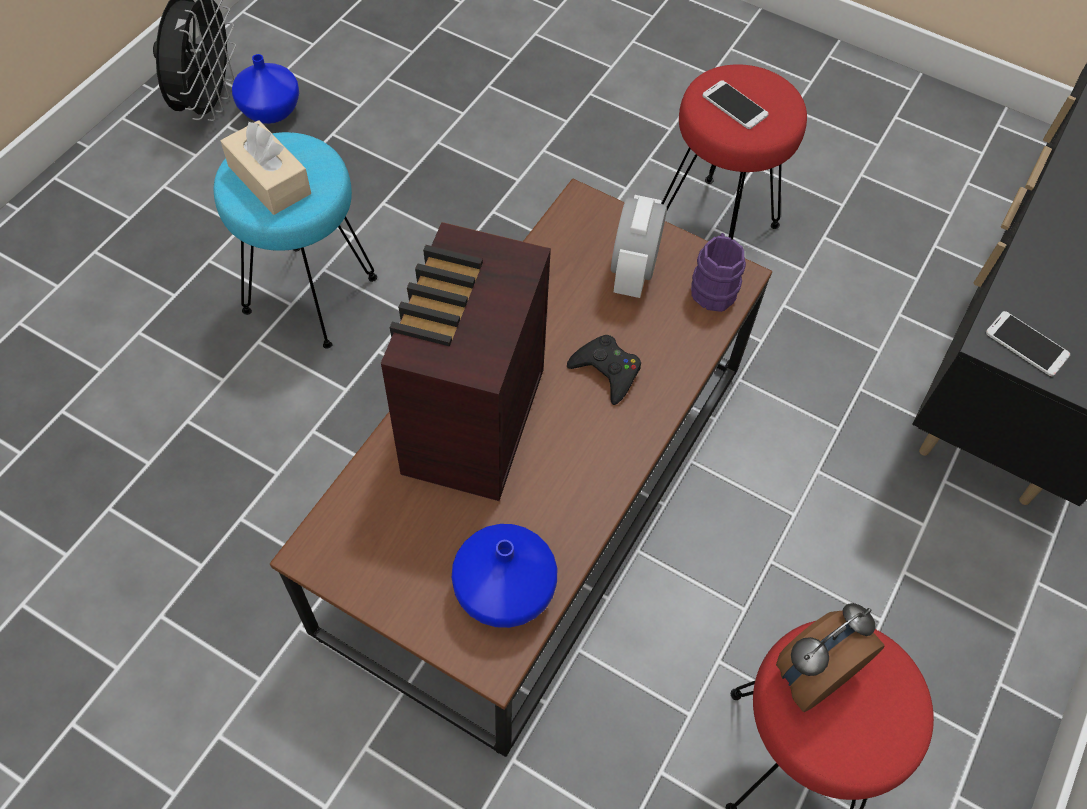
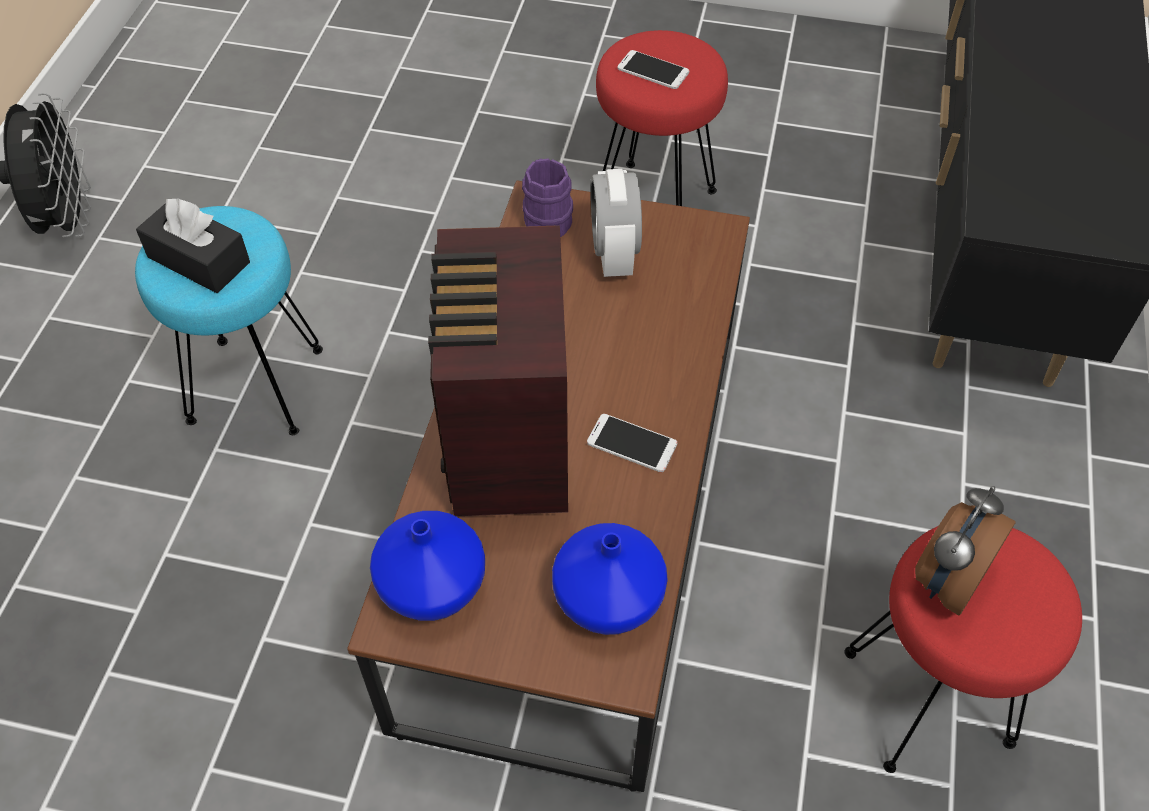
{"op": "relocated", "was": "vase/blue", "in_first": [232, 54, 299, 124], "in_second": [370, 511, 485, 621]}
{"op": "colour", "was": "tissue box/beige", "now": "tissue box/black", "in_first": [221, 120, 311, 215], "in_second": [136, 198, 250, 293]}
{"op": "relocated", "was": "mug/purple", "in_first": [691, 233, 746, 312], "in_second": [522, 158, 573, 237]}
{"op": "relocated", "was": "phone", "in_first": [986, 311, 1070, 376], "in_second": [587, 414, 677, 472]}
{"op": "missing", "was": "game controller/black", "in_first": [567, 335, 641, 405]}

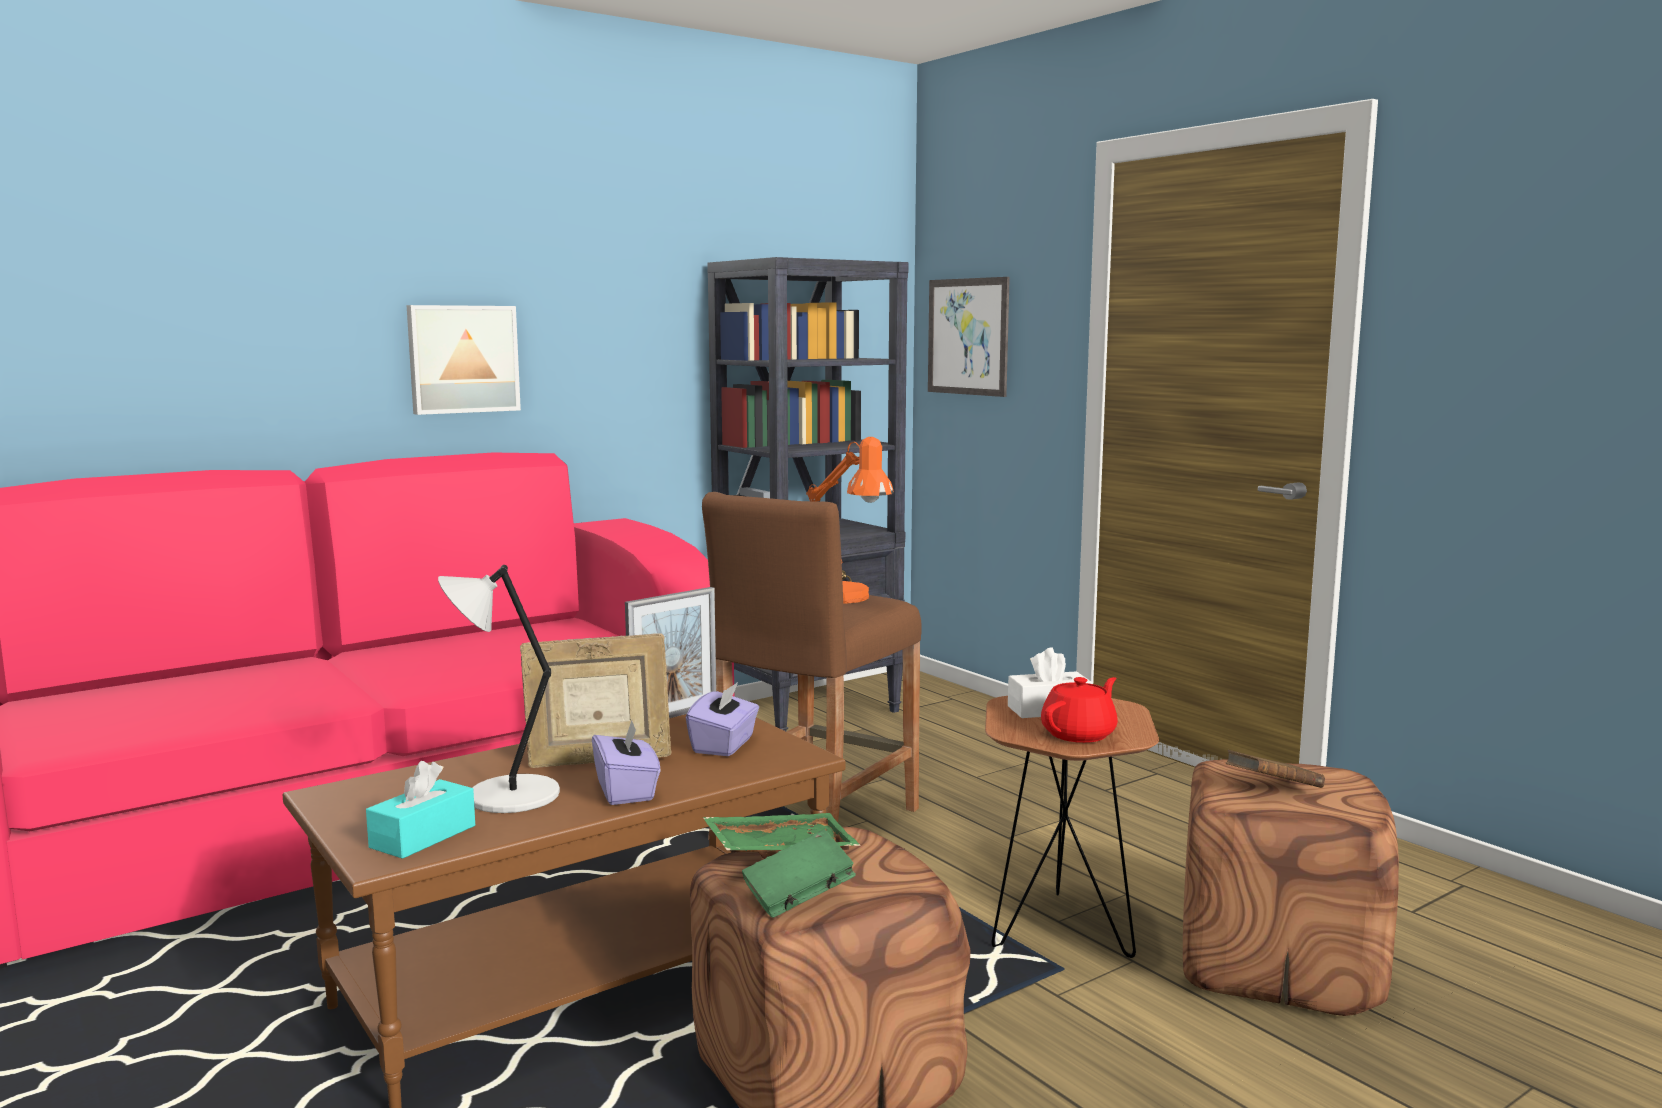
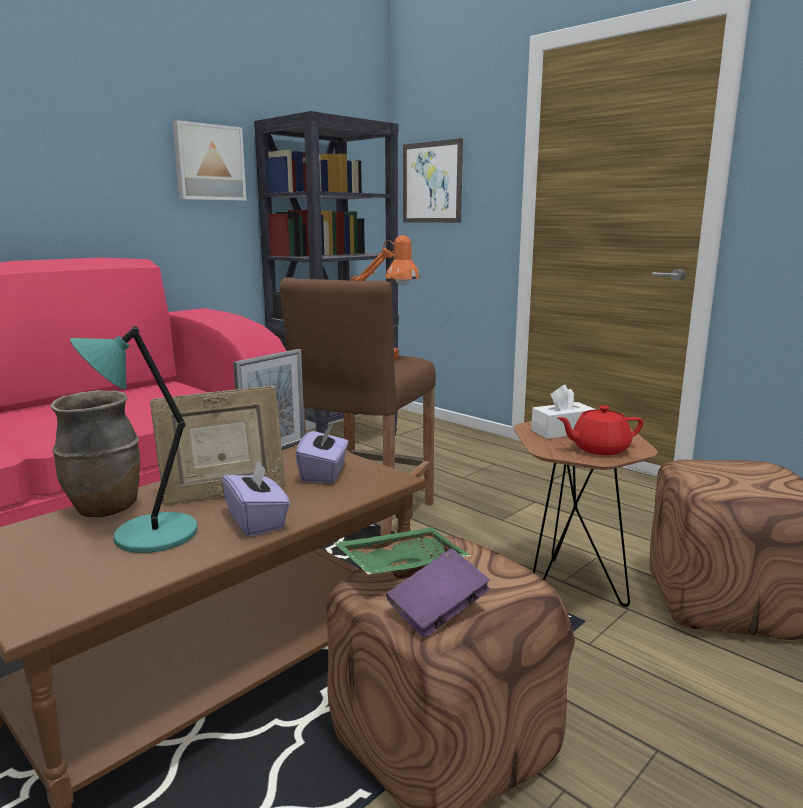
{"op": "relocated", "was": "picture", "in_first": [407, 305, 521, 415], "in_second": [172, 120, 246, 201]}
{"op": "colour", "was": "table lamp/grey", "now": "table lamp/turquoise", "in_first": [438, 565, 560, 813], "in_second": [70, 326, 198, 553]}
{"op": "spun", "was": "teapot/red", "in_first": [1041, 677, 1118, 743], "in_second": [558, 405, 643, 455], "clockwise": -135}
{"op": "missing", "was": "book/brown", "in_first": [1225, 750, 1325, 788]}
{"op": "missing", "was": "tissue box/turquoise", "in_first": [366, 761, 475, 859]}
{"op": "colour", "was": "book/green", "now": "book/purple", "in_first": [742, 830, 856, 918], "in_second": [386, 549, 490, 637]}
{"op": "appeared", "now": "vase/brown", "in_second": [50, 390, 140, 517]}

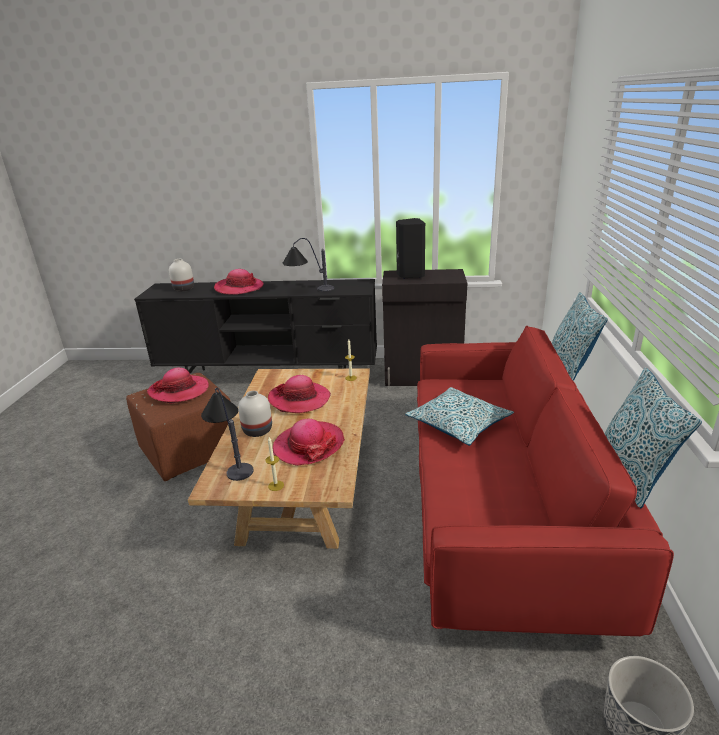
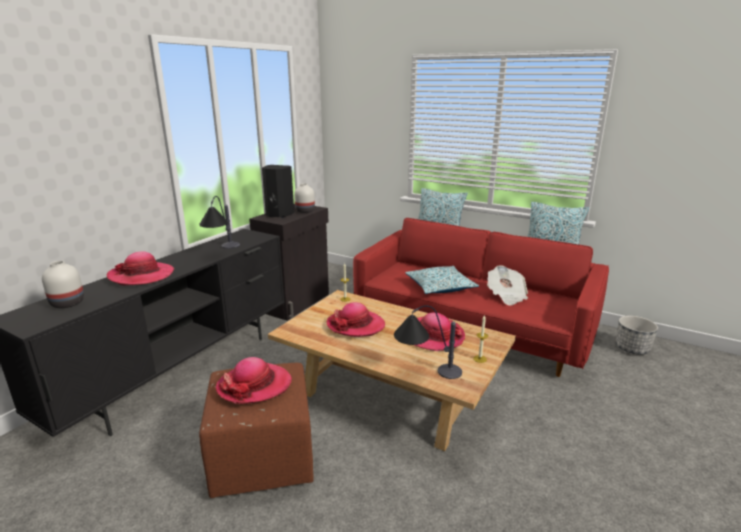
{"op": "relocated", "was": "vase/white", "in_first": [238, 391, 272, 437], "in_second": [294, 183, 315, 213]}
{"op": "appeared", "now": "newspaper", "in_second": [487, 266, 528, 306]}

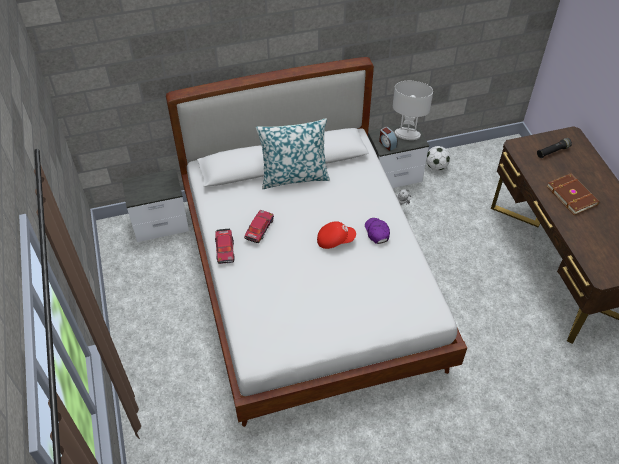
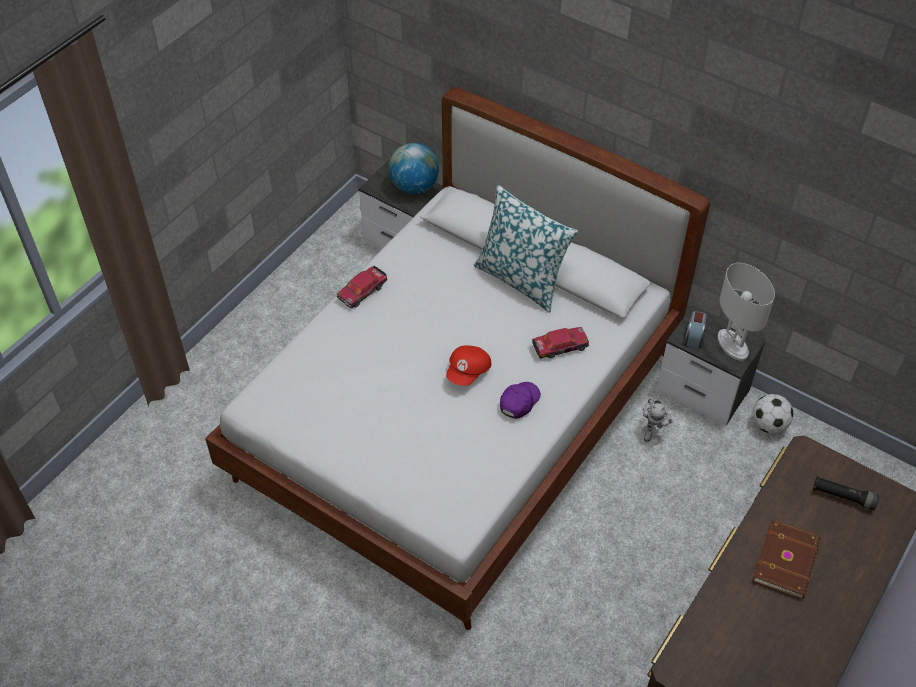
{"op": "relocated", "was": "toy car", "in_first": [244, 210, 274, 243], "in_second": [532, 327, 589, 358]}
{"op": "spun", "was": "cap/red", "in_first": [317, 221, 356, 249], "in_second": [446, 345, 491, 386], "clockwise": 75}
{"op": "appeared", "now": "globe", "in_second": [389, 143, 439, 194]}

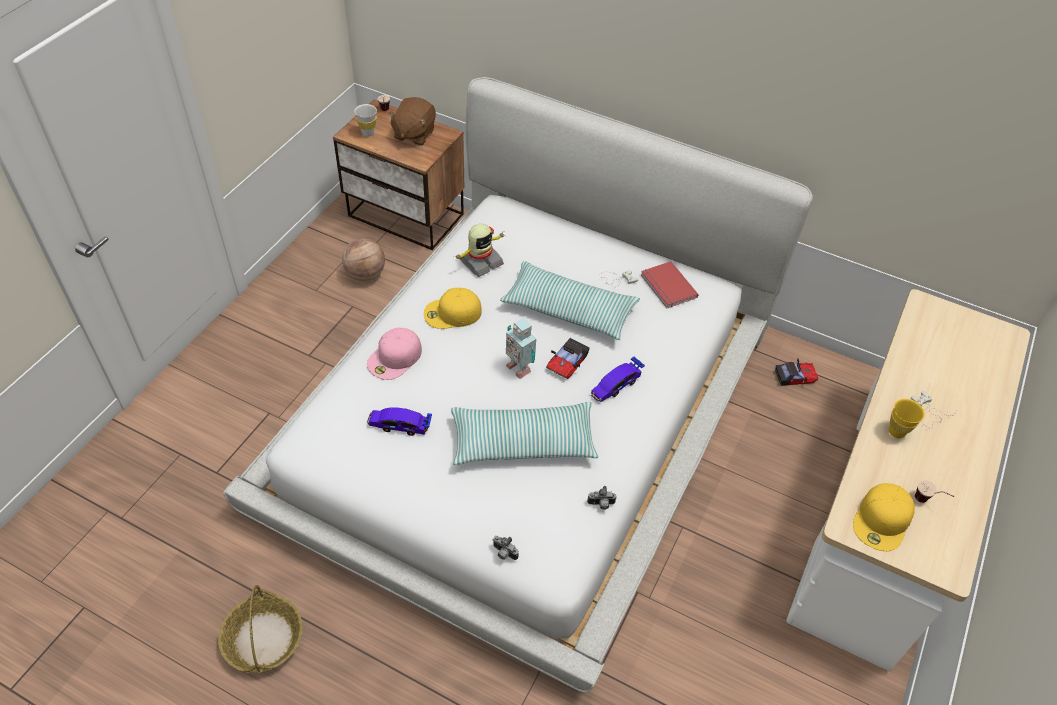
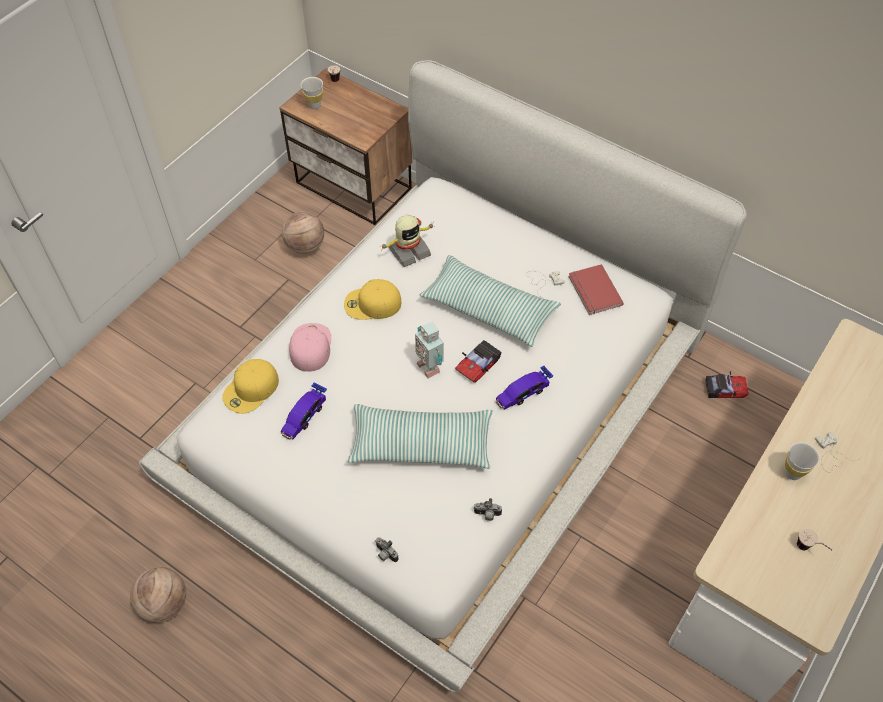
{"op": "missing", "was": "plush toy/brown", "in_first": [388, 97, 436, 145]}
{"op": "spun", "was": "cap/pink", "in_first": [367, 328, 422, 380], "in_second": [289, 323, 331, 372], "clockwise": 135}
{"op": "colour", "was": "cup/yellow", "now": "cup/white", "in_first": [889, 399, 925, 438], "in_second": [785, 442, 820, 480]}
{"op": "spun", "was": "toy car", "in_first": [367, 407, 432, 436], "in_second": [281, 383, 327, 439], "clockwise": -75}
{"op": "relocated", "was": "cap/yellow", "in_first": [853, 483, 915, 551], "in_second": [222, 359, 279, 414]}
{"op": "exchanged", "was": "basket", "now": "basketball", "in_first": [218, 585, 303, 673], "in_second": [130, 567, 186, 623]}

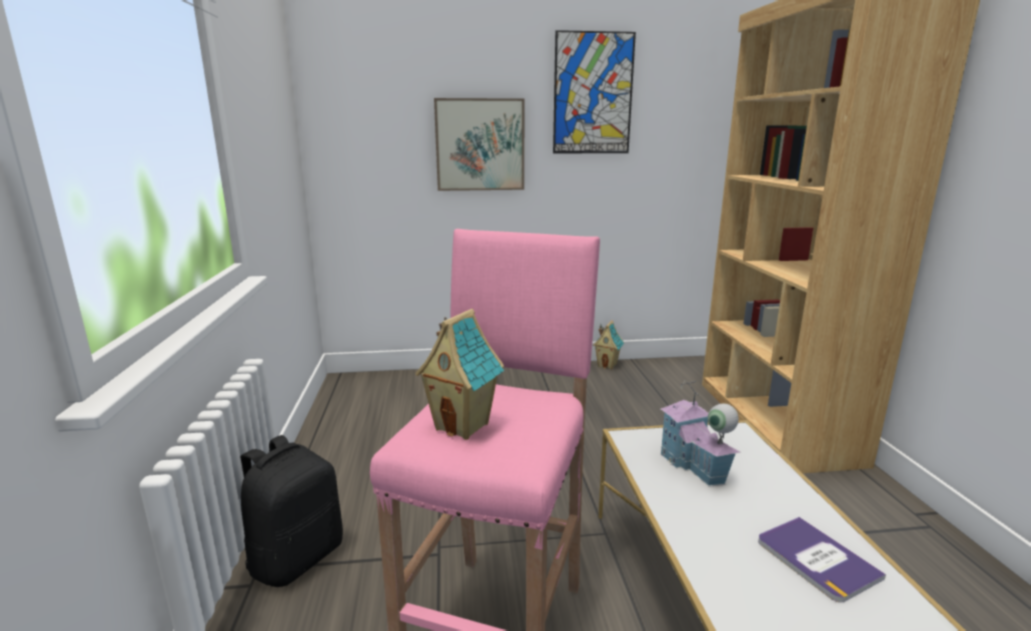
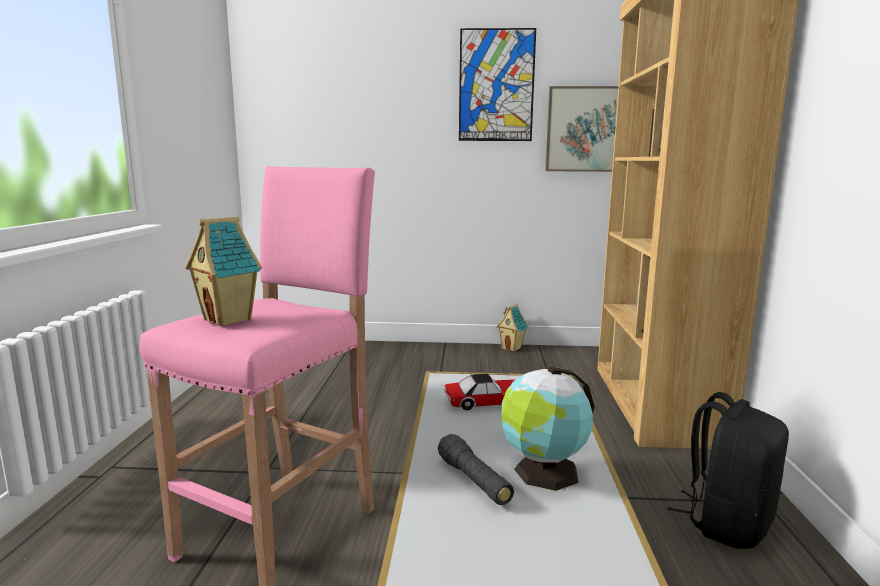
{"op": "relocated", "was": "picture", "in_first": [434, 98, 525, 191], "in_second": [545, 86, 618, 172]}
{"op": "exchanged", "was": "toy house", "now": "toy car", "in_first": [661, 380, 740, 487], "in_second": [444, 374, 516, 410]}
{"op": "relocated", "was": "backpack/black", "in_first": [240, 435, 343, 587], "in_second": [667, 392, 789, 549]}
{"op": "exchanged", "was": "book", "now": "globe", "in_first": [758, 517, 886, 603], "in_second": [502, 367, 595, 491]}
{"op": "appeared", "now": "flashlight/black", "in_second": [438, 434, 514, 505]}

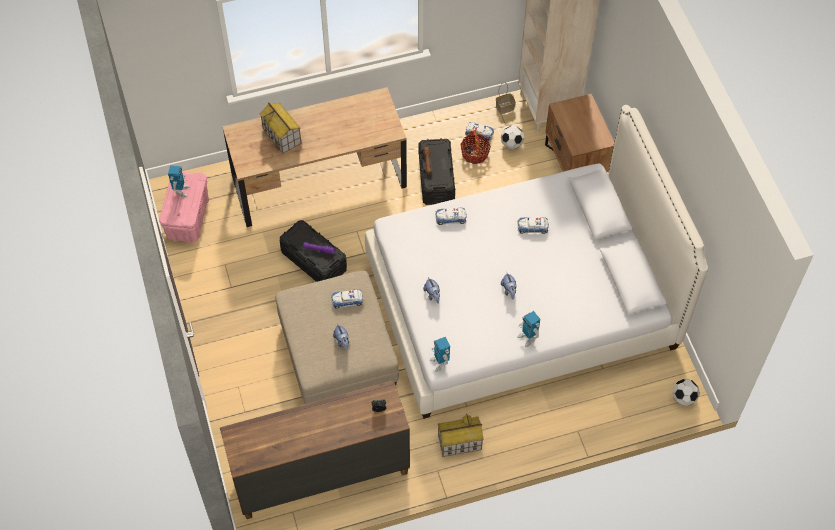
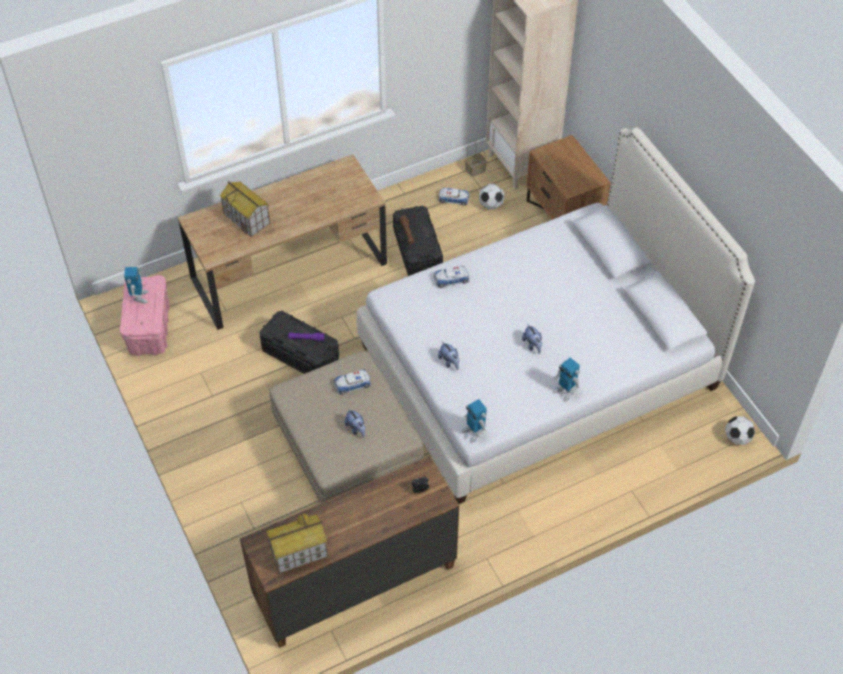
{"op": "missing", "was": "basket", "in_first": [460, 130, 491, 164]}
{"op": "missing", "was": "toy car", "in_first": [517, 217, 549, 234]}
{"op": "relocated", "was": "toy house", "in_first": [438, 414, 484, 457], "in_second": [266, 512, 328, 574]}

